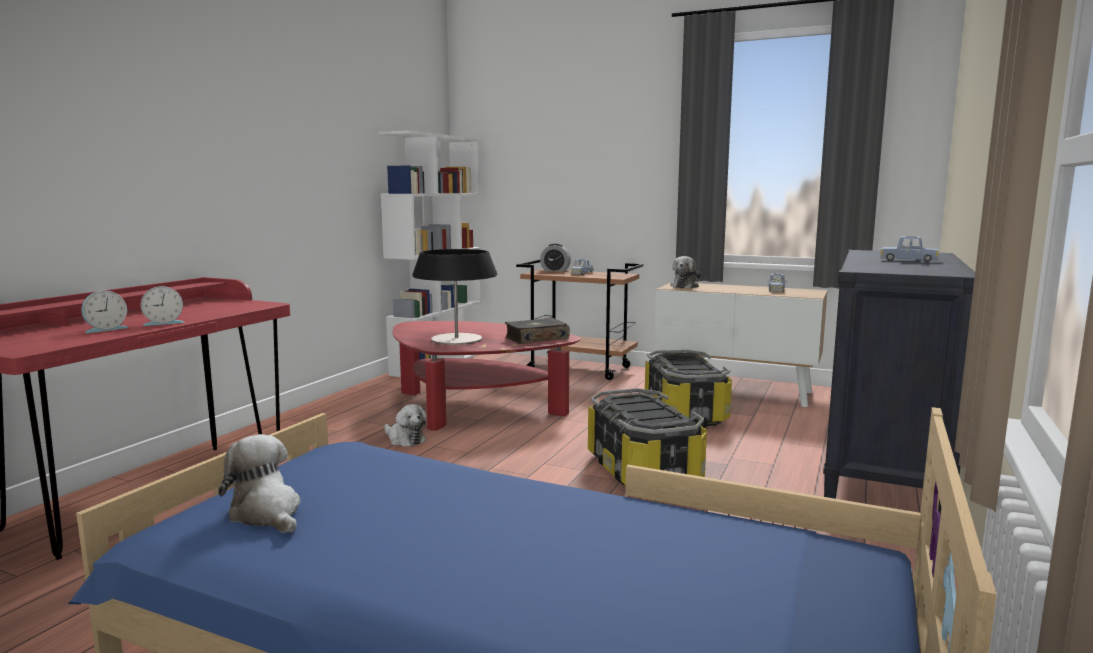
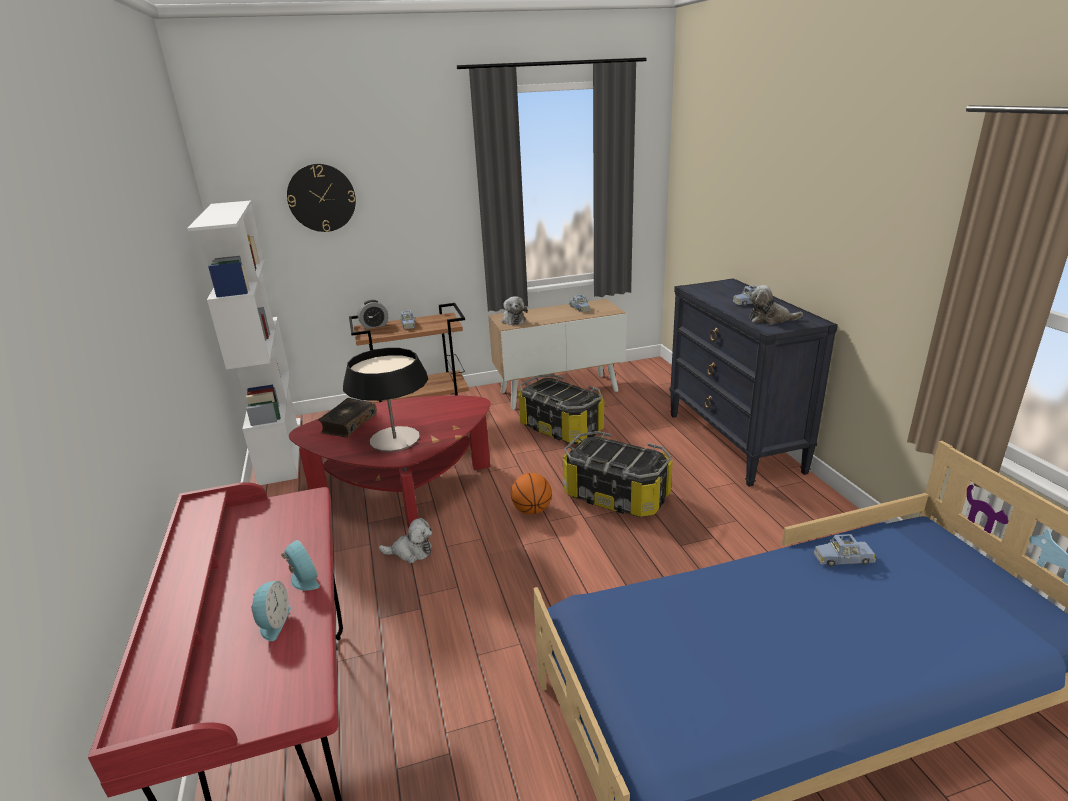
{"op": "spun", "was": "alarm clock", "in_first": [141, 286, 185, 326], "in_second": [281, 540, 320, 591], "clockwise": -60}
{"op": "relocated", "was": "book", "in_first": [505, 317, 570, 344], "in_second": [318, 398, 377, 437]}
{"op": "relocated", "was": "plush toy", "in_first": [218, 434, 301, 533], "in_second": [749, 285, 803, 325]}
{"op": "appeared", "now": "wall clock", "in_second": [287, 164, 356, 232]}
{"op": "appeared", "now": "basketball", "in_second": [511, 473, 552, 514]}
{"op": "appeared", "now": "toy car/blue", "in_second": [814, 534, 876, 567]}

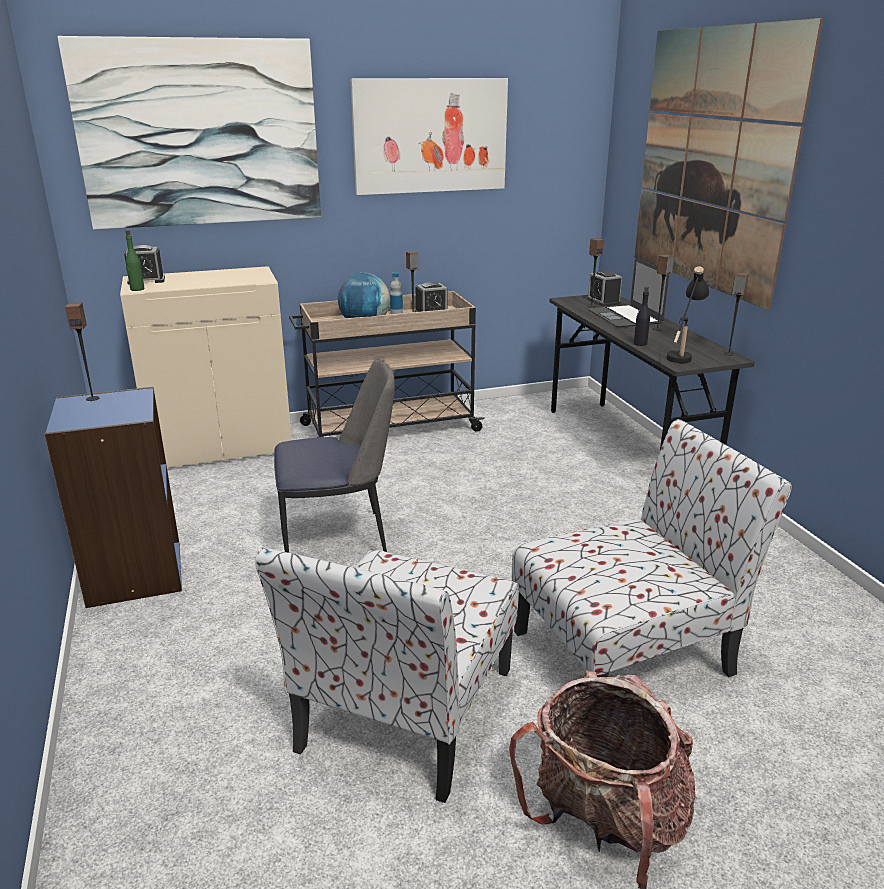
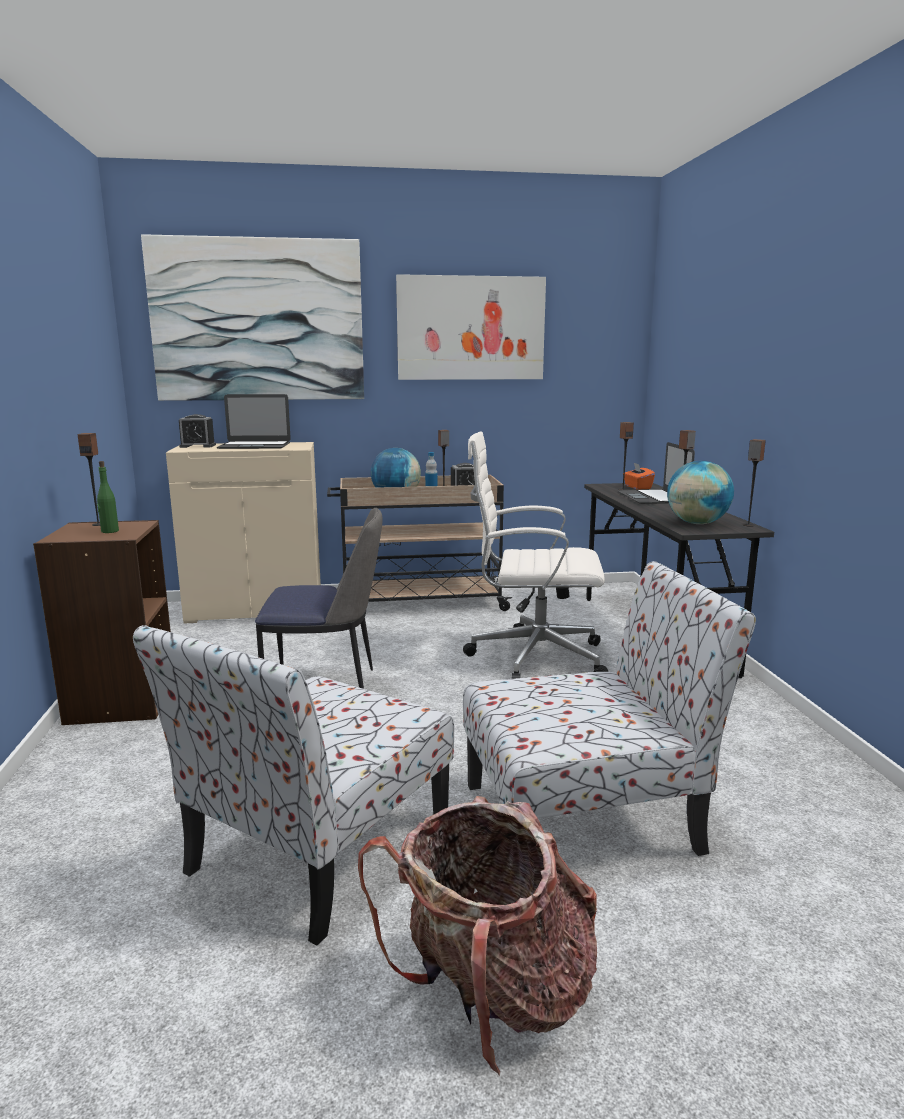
{"op": "missing", "was": "picture", "in_first": [634, 18, 823, 310]}
{"op": "relocated", "was": "bottle/green", "in_first": [126, 230, 145, 291], "in_second": [97, 461, 119, 533]}
{"op": "exchanged", "was": "table lamp/black", "now": "globe", "in_first": [667, 267, 709, 363], "in_second": [667, 460, 734, 524]}
{"op": "exchanged", "was": "alarm clock", "now": "tissue box/orange", "in_first": [587, 271, 622, 306], "in_second": [624, 463, 655, 490]}
{"op": "missing", "was": "bottle/black", "in_first": [634, 287, 650, 346]}
{"op": "colour", "was": "bookcase/blue", "now": "bookcase/brown", "in_first": [45, 387, 182, 608], "in_second": [33, 520, 171, 725]}
{"op": "appeared", "now": "laptop", "in_second": [217, 394, 291, 449]}
{"op": "appeared", "now": "office chair/white", "in_second": [463, 431, 608, 679]}

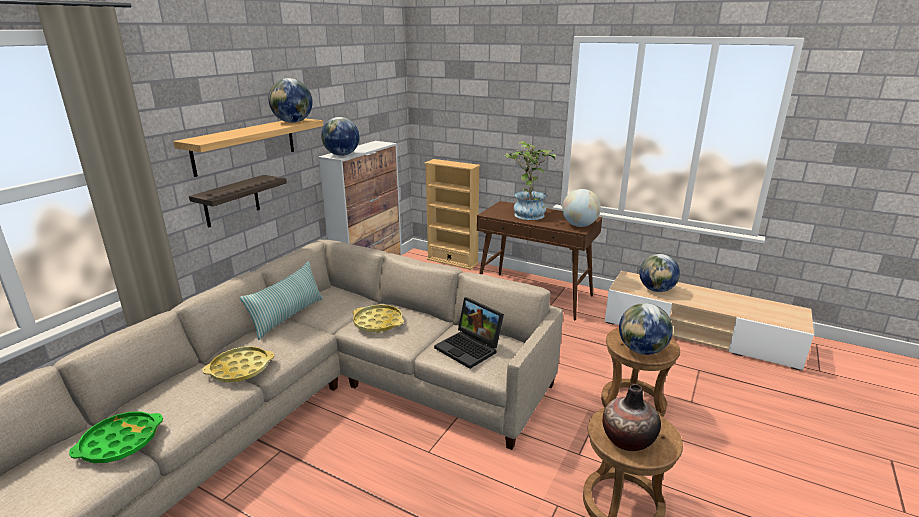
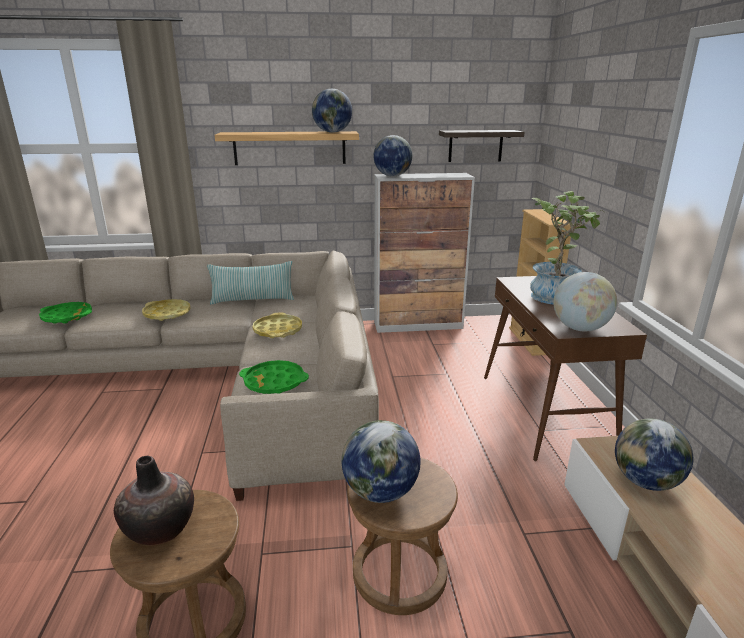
{"op": "relocated", "was": "shelf", "in_first": [189, 175, 287, 228], "in_second": [439, 130, 525, 162]}
{"op": "exchanged", "was": "laptop", "now": "tray/green", "in_first": [434, 297, 504, 369], "in_second": [239, 360, 309, 394]}

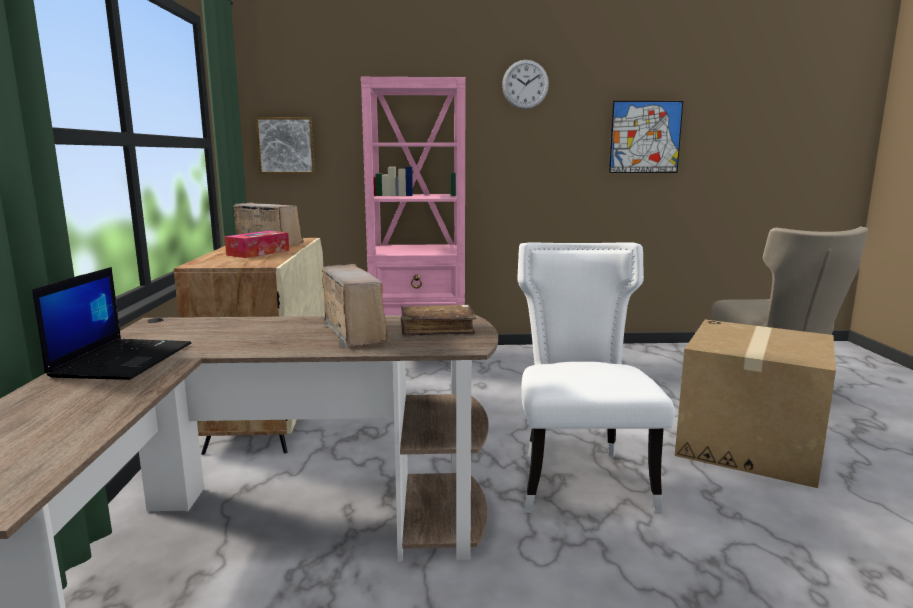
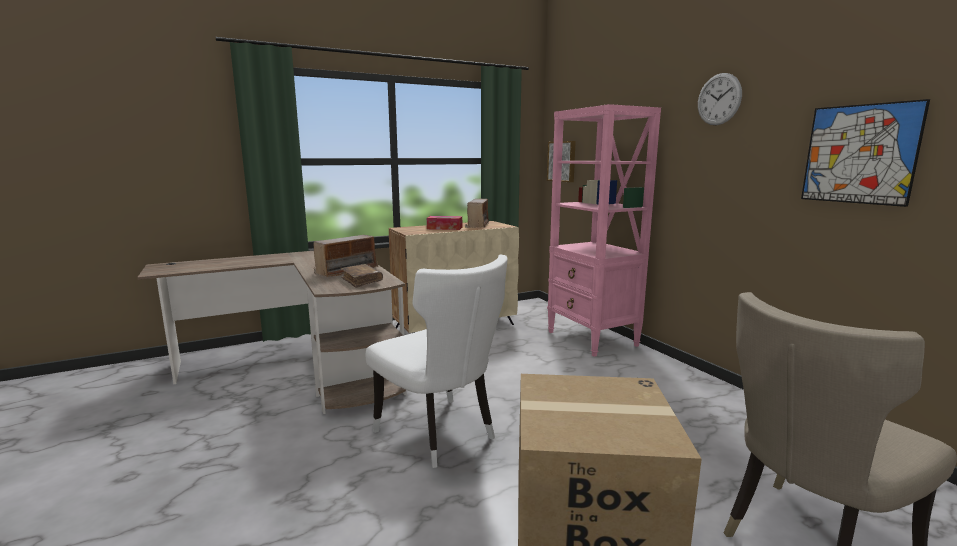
{"op": "spun", "was": "chair/white", "in_first": [517, 242, 675, 513], "in_second": [365, 254, 508, 468], "clockwise": 75}
{"op": "missing", "was": "laptop", "in_first": [32, 267, 191, 380]}

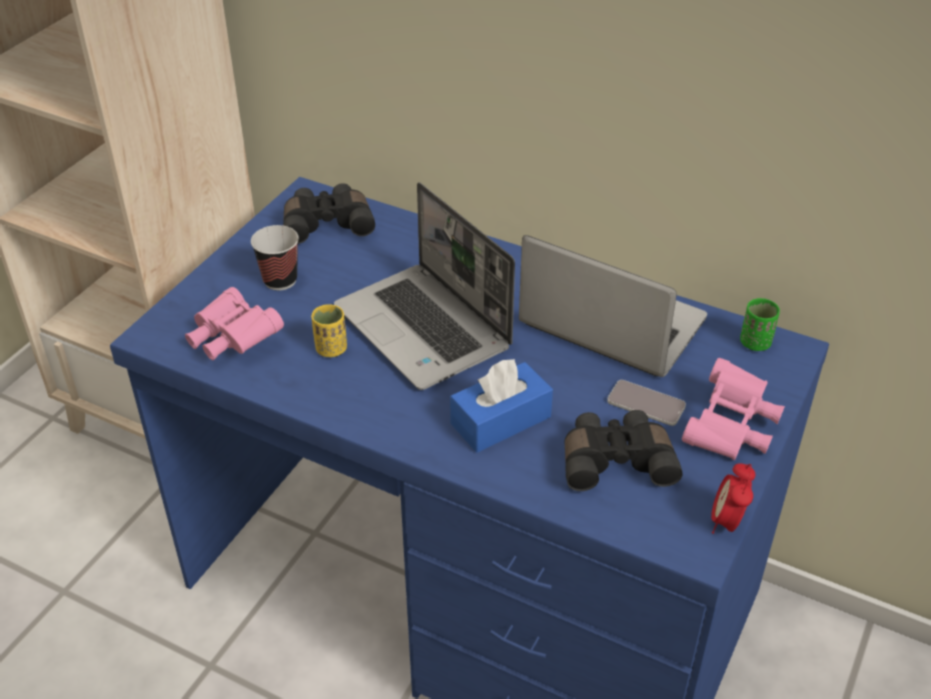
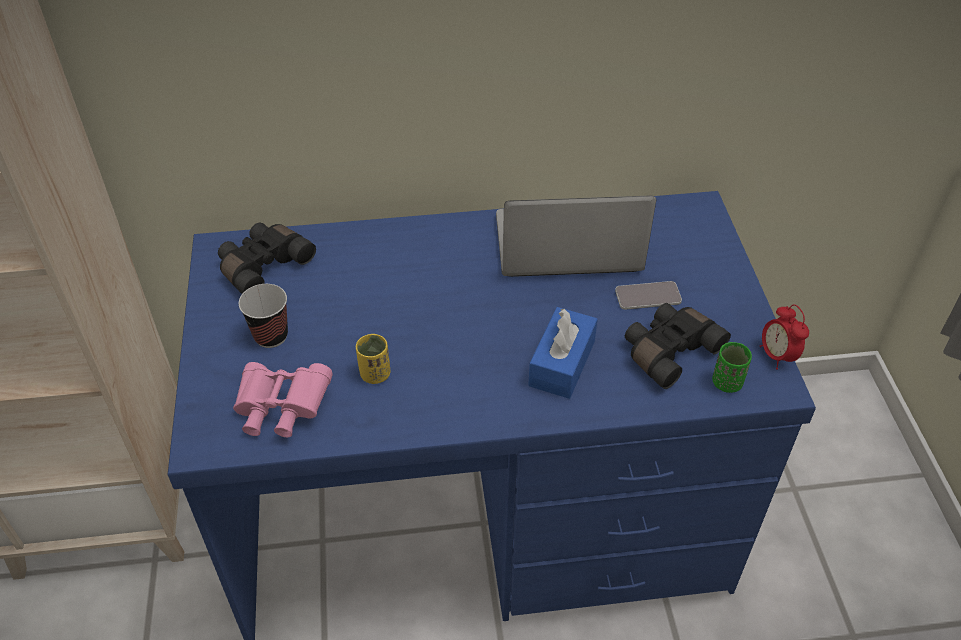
{"op": "missing", "was": "laptop", "in_first": [334, 182, 515, 390]}
{"op": "relocated", "was": "cup/green", "in_first": [740, 298, 780, 351], "in_second": [712, 342, 752, 393]}
{"op": "missing", "was": "binoculars/pink", "in_first": [682, 358, 785, 460]}

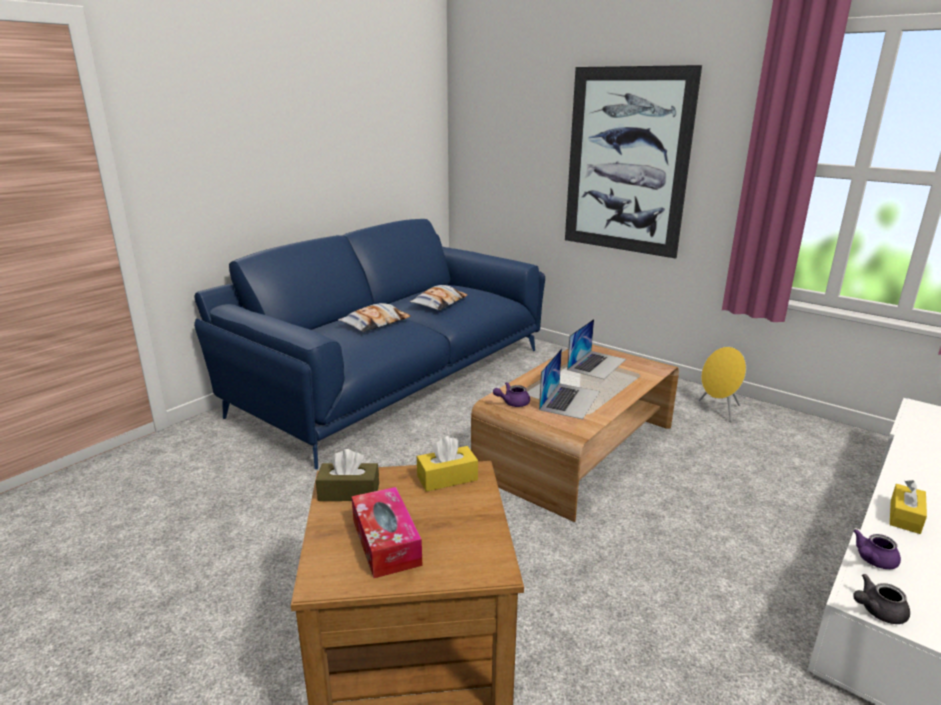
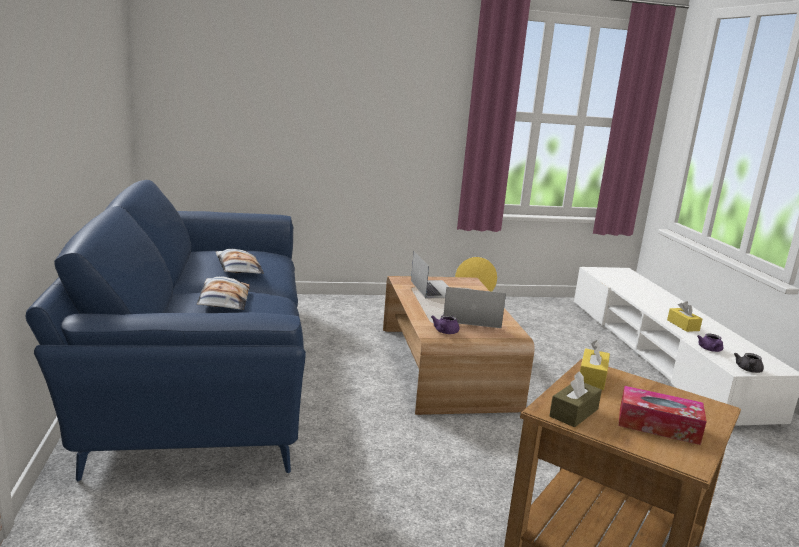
{"op": "missing", "was": "picture", "in_first": [565, 65, 702, 259]}
{"op": "spun", "was": "laptop", "in_first": [539, 348, 600, 419], "in_second": [444, 287, 506, 328], "clockwise": -60}

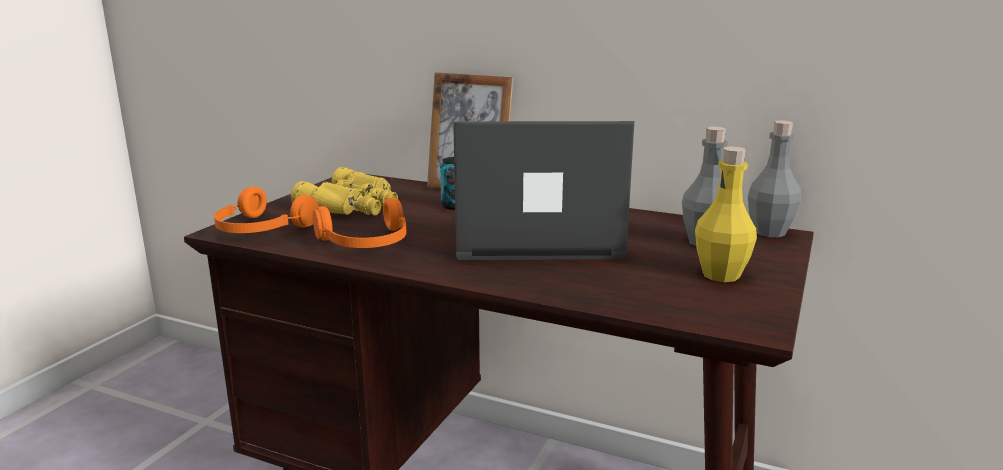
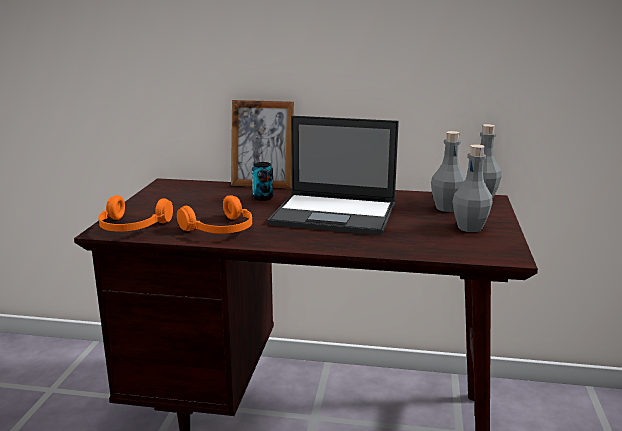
{"op": "spun", "was": "laptop", "in_first": [453, 121, 634, 260], "in_second": [268, 115, 399, 235], "clockwise": -150}
{"op": "colour", "was": "bottle/yellow", "now": "bottle/grey", "in_first": [695, 146, 757, 282], "in_second": [453, 144, 493, 232]}
{"op": "missing", "was": "binoculars/yellow", "in_first": [291, 167, 398, 215]}

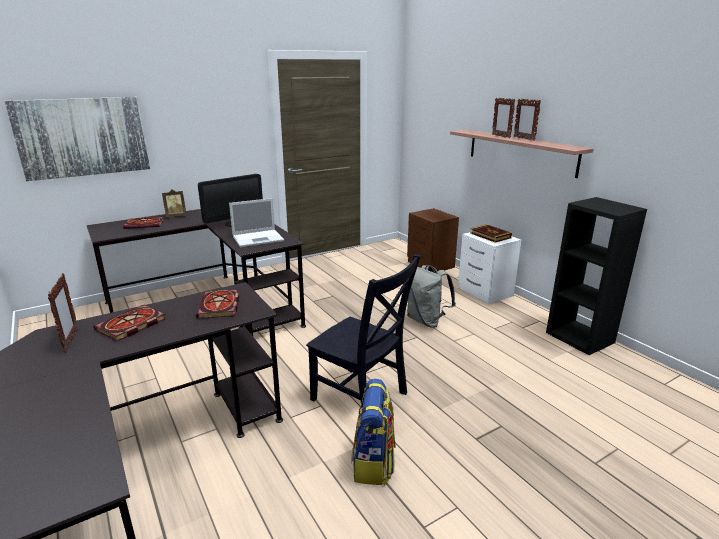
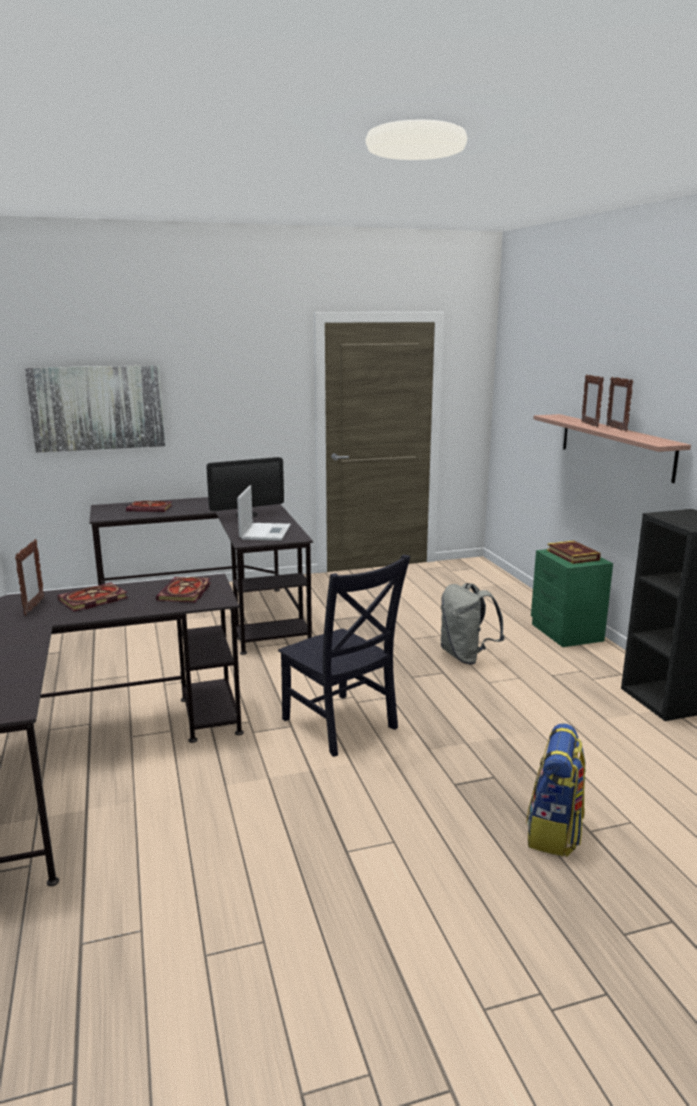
{"op": "missing", "was": "picture frame", "in_first": [162, 189, 187, 218]}
{"op": "spun", "was": "laptop", "in_first": [229, 198, 284, 247], "in_second": [237, 485, 291, 541], "clockwise": -75}
{"op": "missing", "was": "nightstand/brown", "in_first": [407, 208, 459, 271]}
{"op": "colour", "was": "nightstand/white", "now": "nightstand/green", "in_first": [458, 232, 522, 304], "in_second": [531, 549, 613, 647]}
{"op": "relocated", "was": "backpack", "in_first": [351, 379, 396, 485], "in_second": [526, 723, 586, 857]}

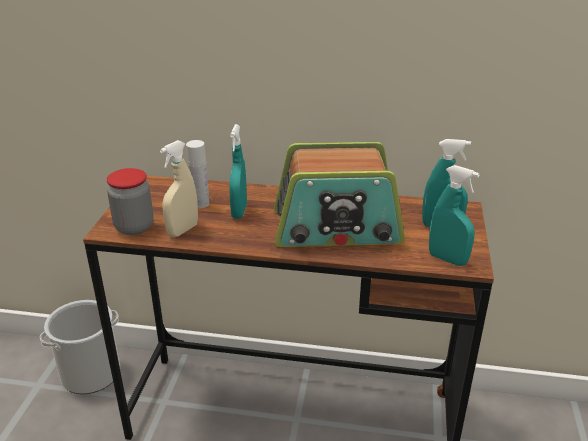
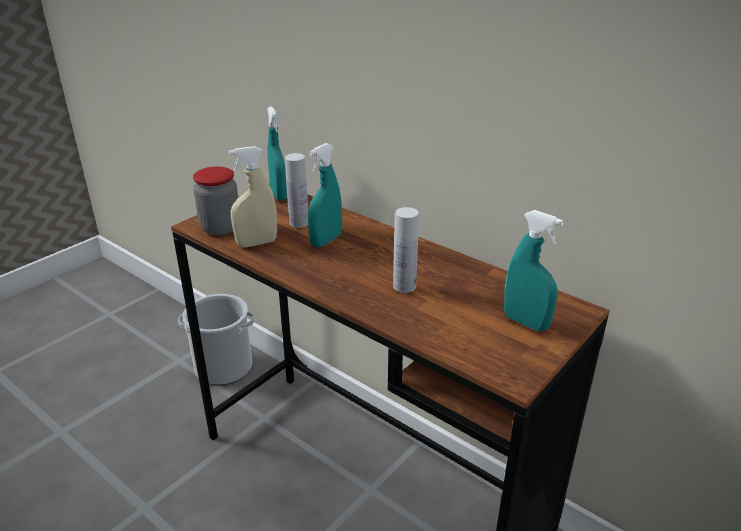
{"op": "exchanged", "was": "radio", "now": "bottle/white", "in_first": [274, 142, 405, 247], "in_second": [393, 207, 419, 293]}
{"op": "relocated", "was": "spray bottle/turquoise", "in_first": [429, 165, 479, 266], "in_second": [267, 106, 287, 200]}

